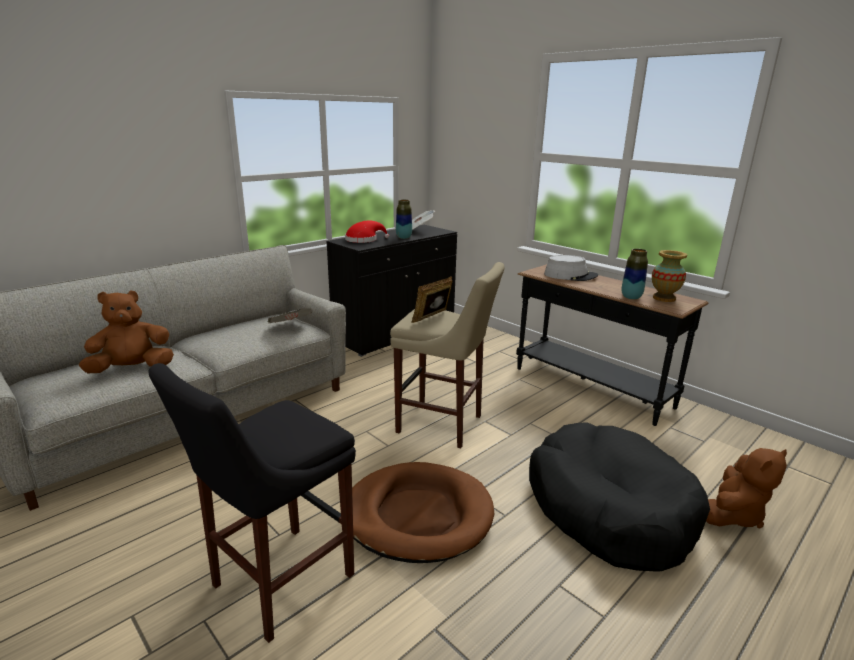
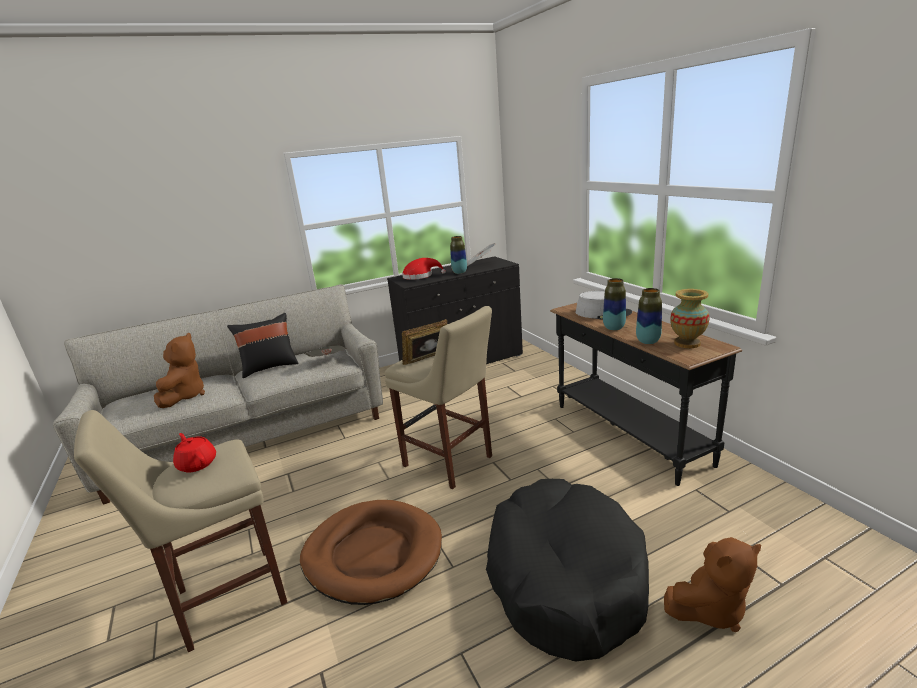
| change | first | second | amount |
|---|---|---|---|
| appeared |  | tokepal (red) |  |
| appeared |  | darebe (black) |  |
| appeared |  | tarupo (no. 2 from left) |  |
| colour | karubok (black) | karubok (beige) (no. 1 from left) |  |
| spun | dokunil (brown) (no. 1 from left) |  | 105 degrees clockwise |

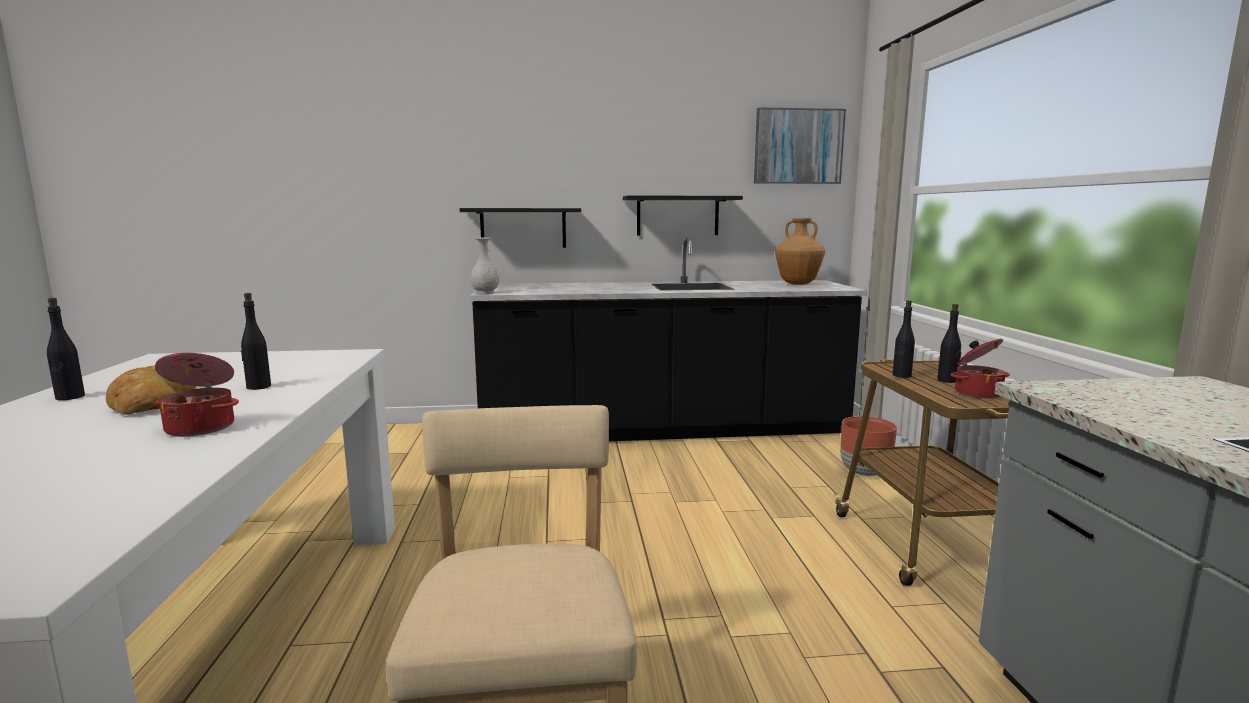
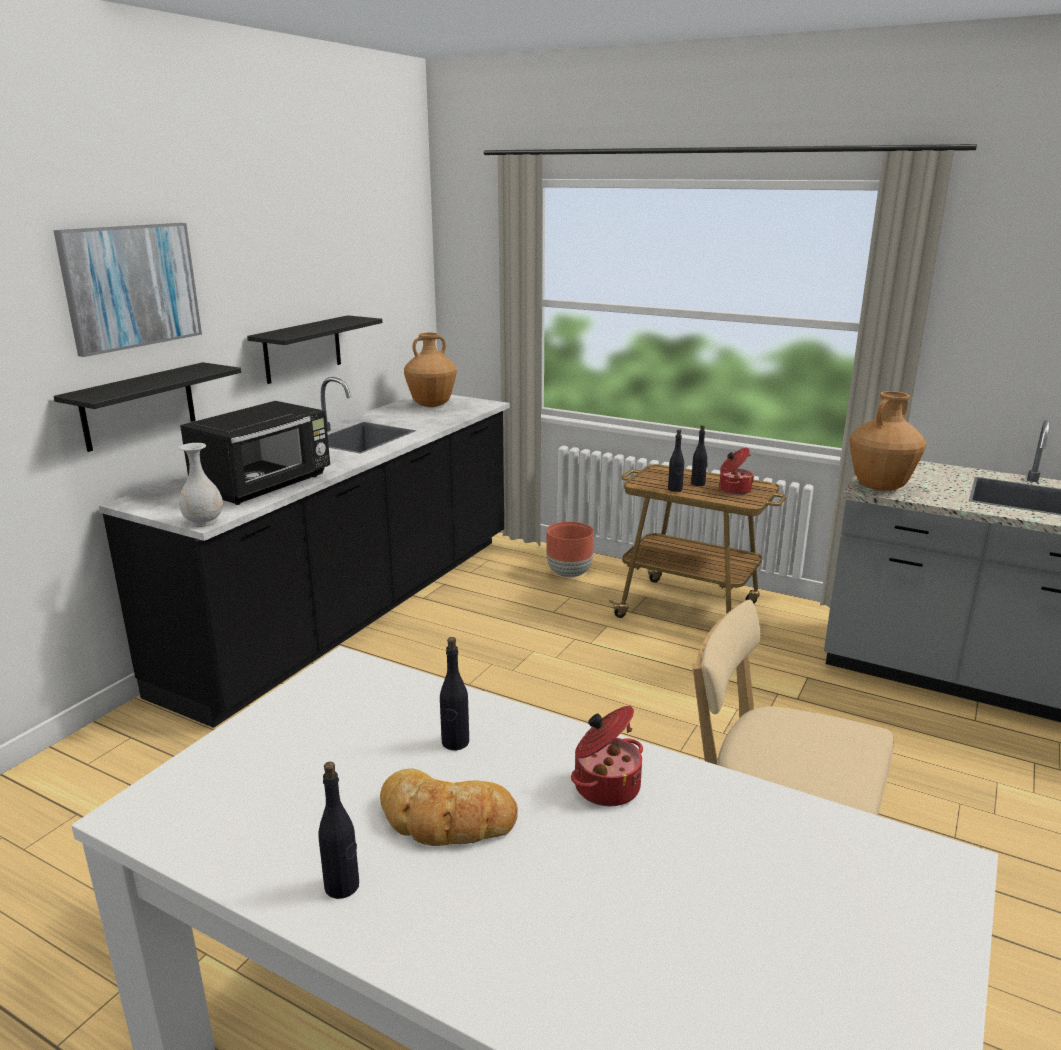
| change | first | second | amount |
|---|---|---|---|
| appeared |  | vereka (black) |  |
| appeared |  | tarupo (brown) (no. 2 from left) |  |
| relocated | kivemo |  |  |

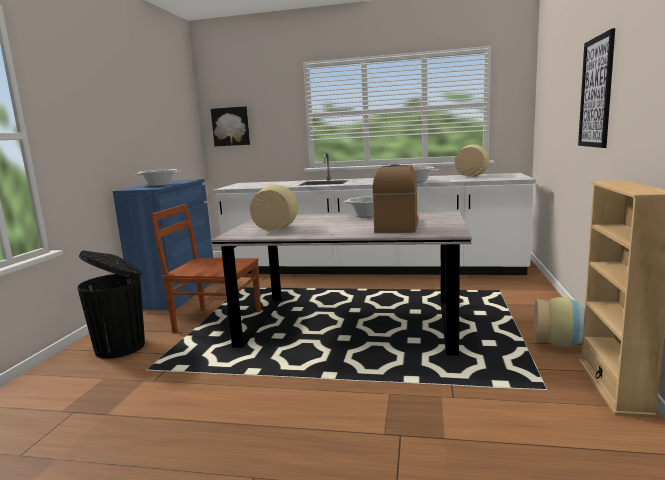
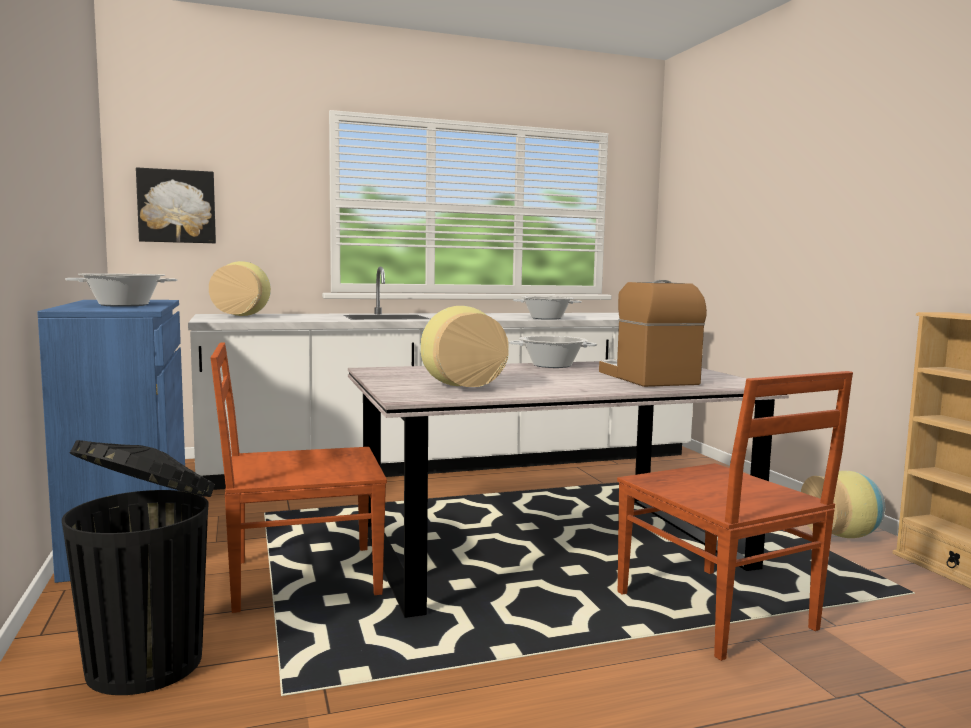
| change | first | second | amount |
|---|---|---|---|
| missing | kivemo (no. 2 from left) |  |  |
| appeared |  | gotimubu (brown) (no. 2 from left) |  |
| relocated | tarupo (no. 2 from left in the first image) | tarupo (no. 1 from left) |  |

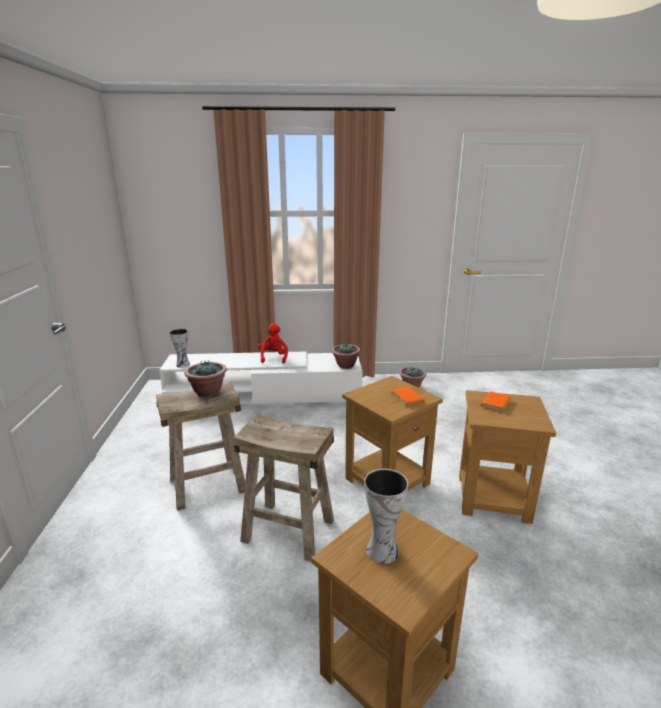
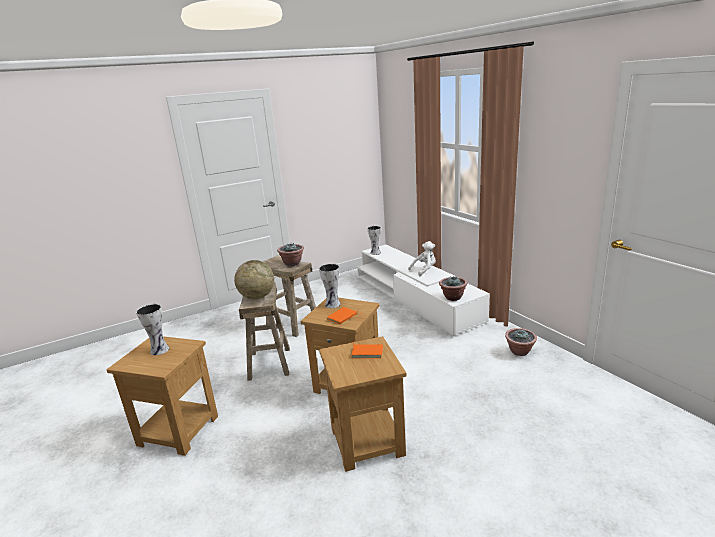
| change | first | second | amount |
|---|---|---|---|
| appeared |  | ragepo |  |
| appeared |  | tarupo (no. 2 from left) |  |
| colour | dokunil (red) | dokunil (white) |  |

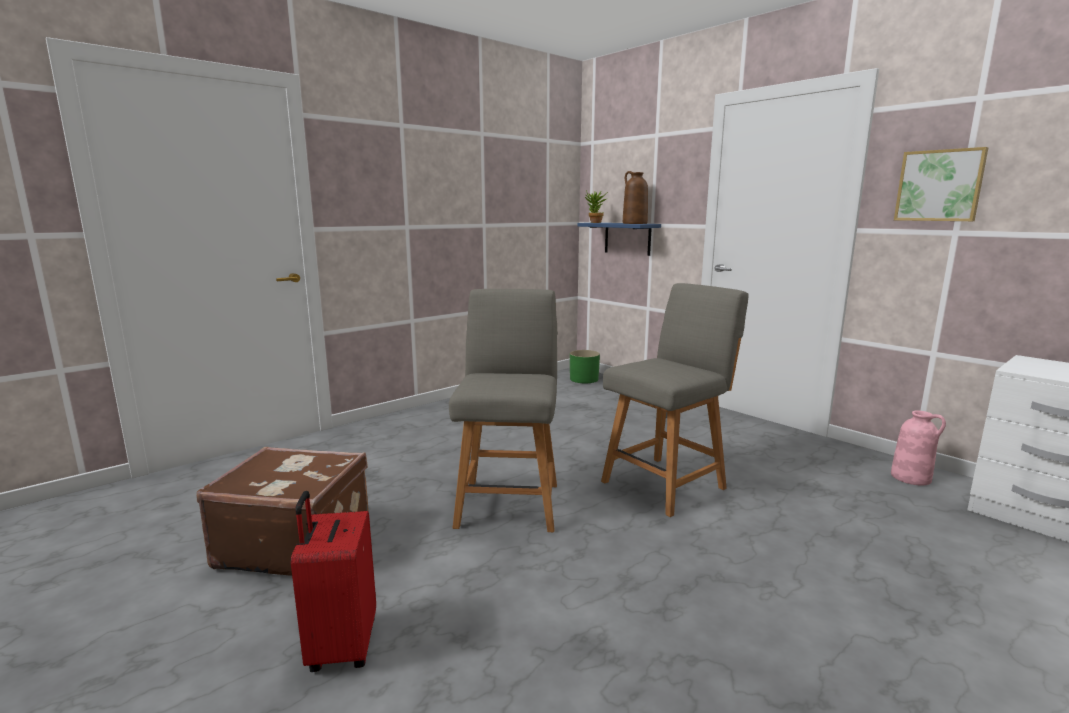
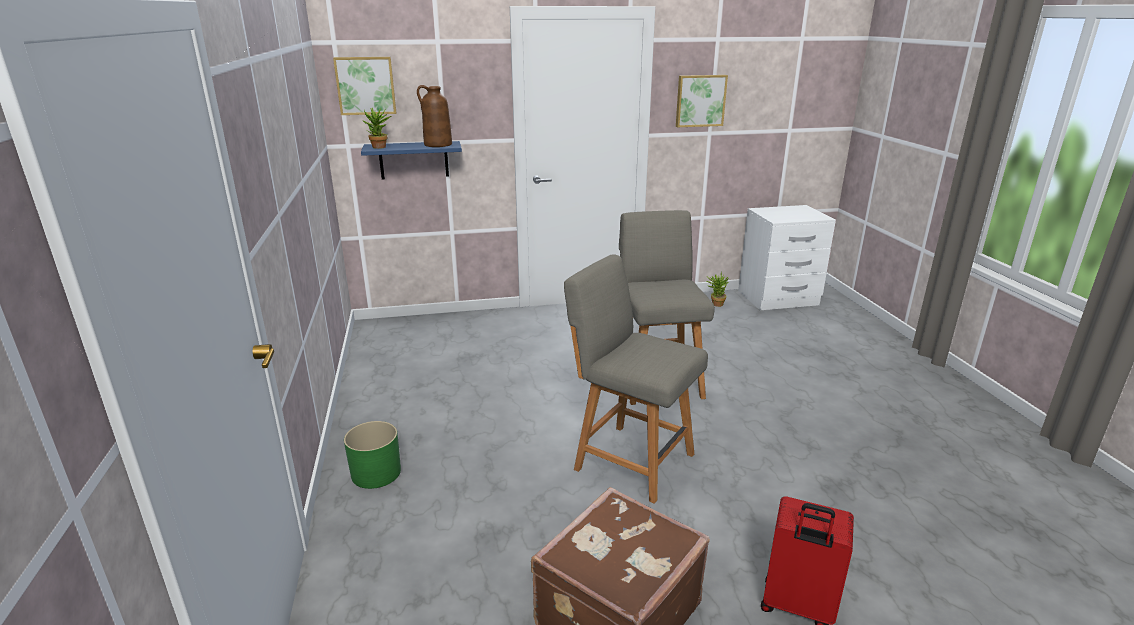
| change | first | second | amount |
|---|---|---|---|
| appeared |  | kivemo (no. 1 from left) |  |
| relocated | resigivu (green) |  |  |
| exchanged | tarupo (pink) | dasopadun (no. 2 from left) |  |

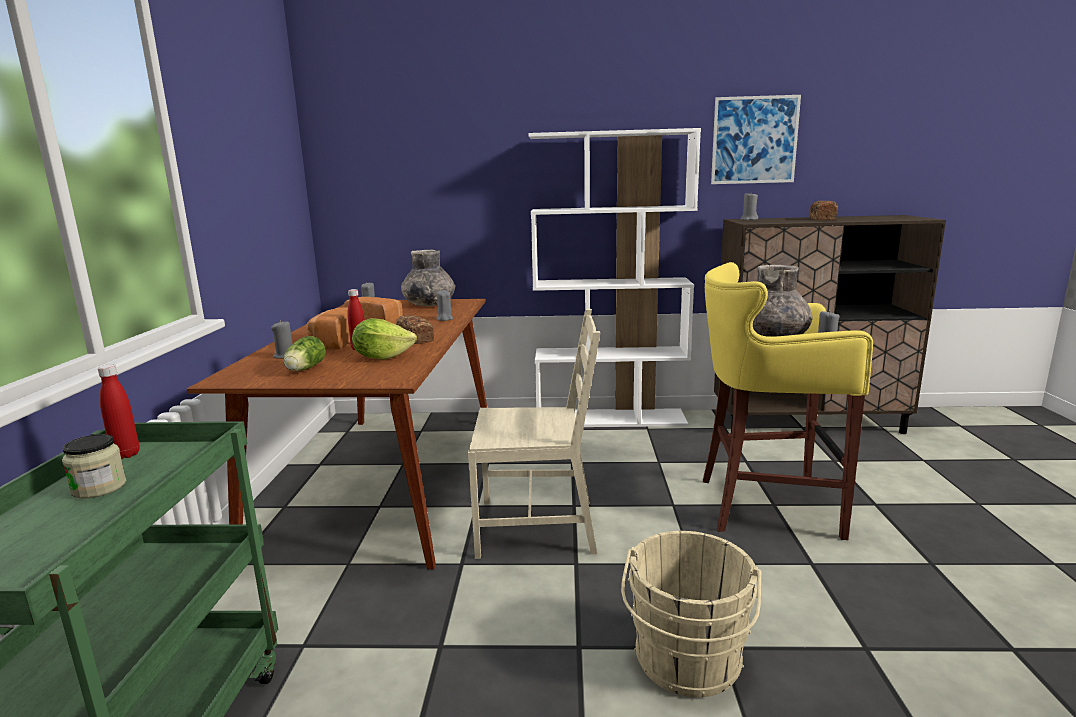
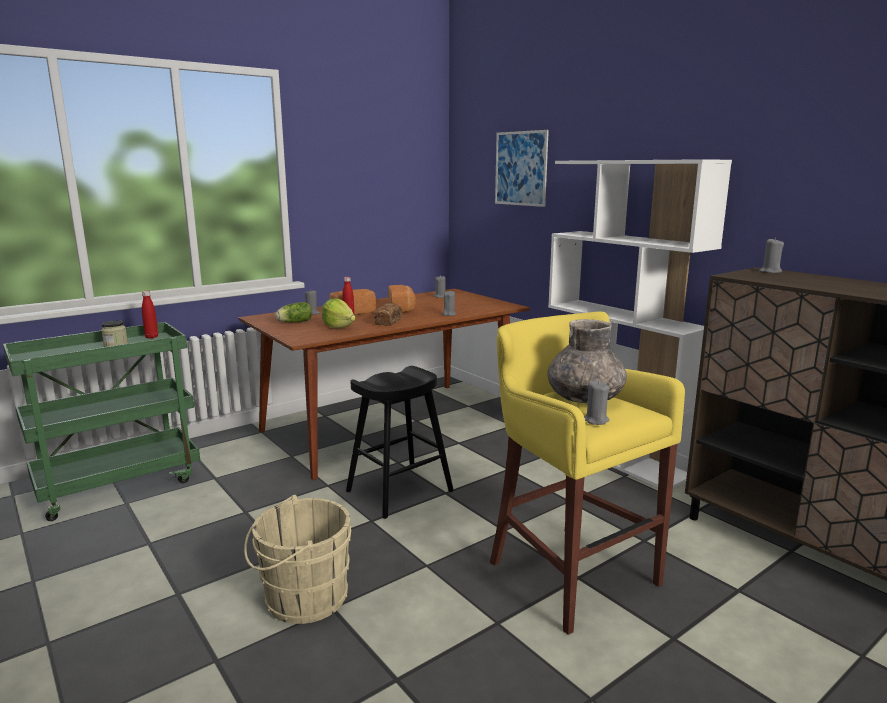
| change | first | second | amount |
|---|---|---|---|
| missing | tarupo (grey) (no. 1 from left) |  |  |
| missing | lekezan (no. 4 from left) |  |  |
| relocated | kivemo |  |  |
| exchanged | gotimubu (beige) | karubok (black) |  |

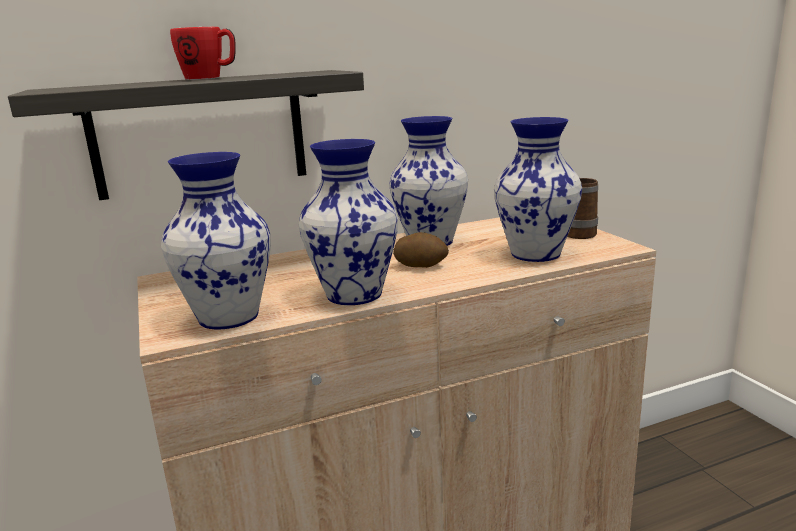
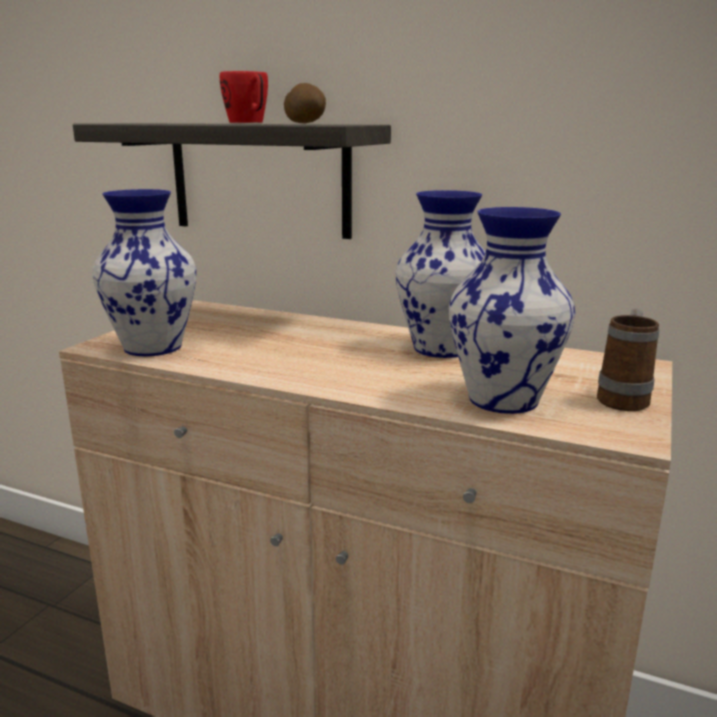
| change | first | second | amount |
|---|---|---|---|
| missing | tarupo (no. 2 from left) |  |  |
| relocated | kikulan |  |  |

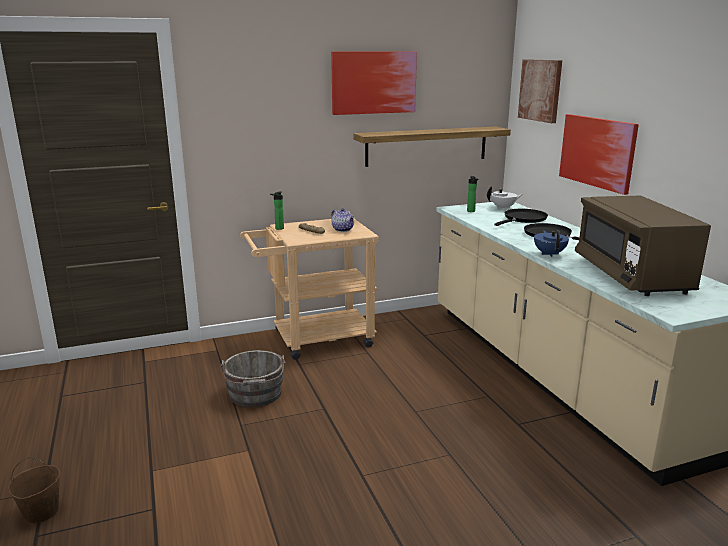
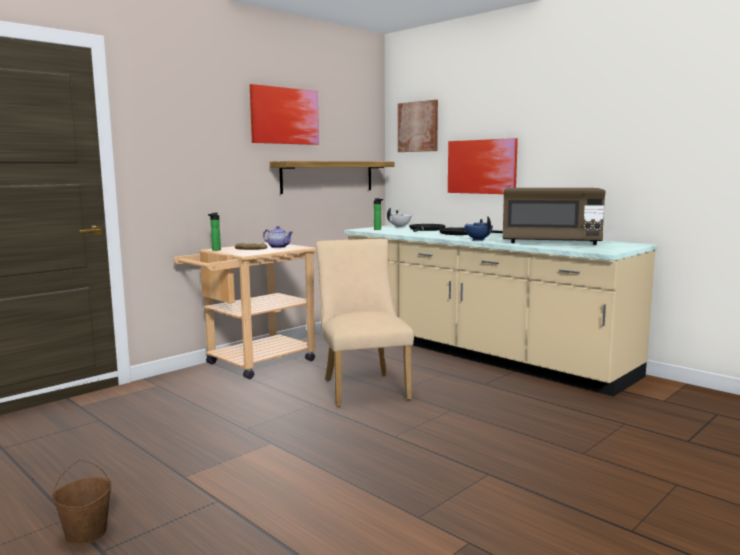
| change | first | second | amount |
|---|---|---|---|
| missing | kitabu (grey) |  |  |
| appeared |  | gotimubu (beige) |  |
| spun | vereka (brown) |  | 45 degrees counterclockwise |

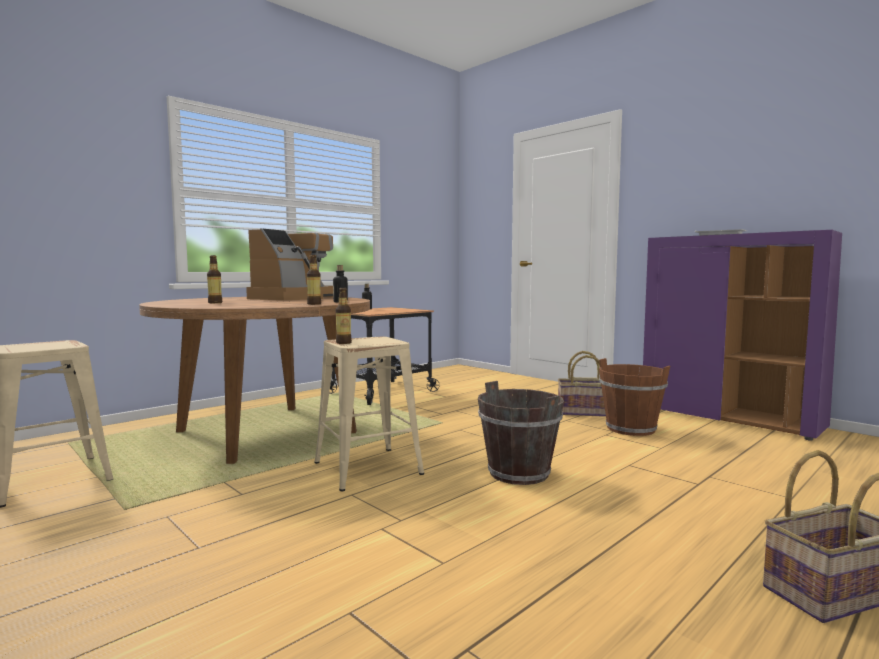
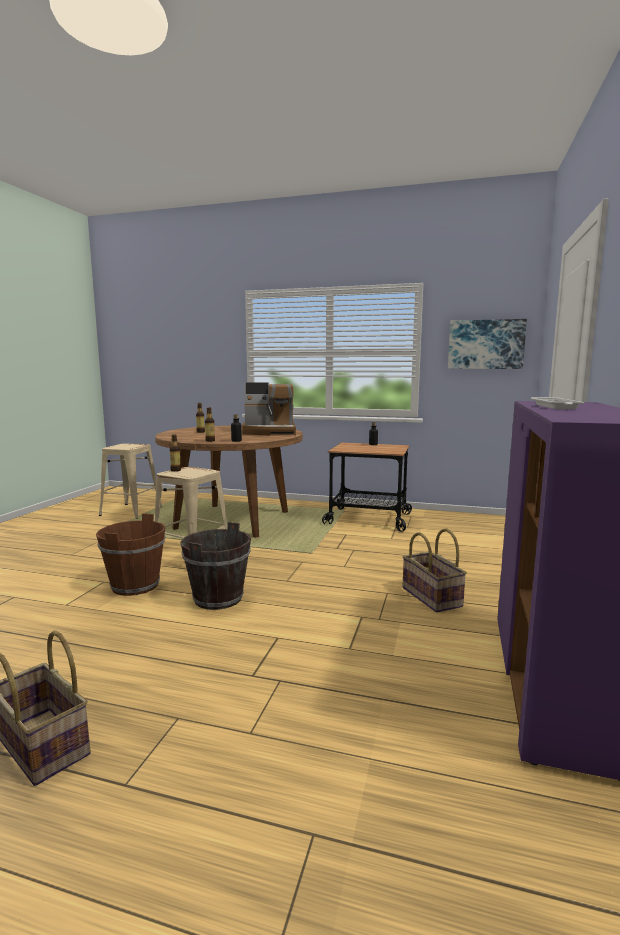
| change | first | second | amount |
|---|---|---|---|
| appeared |  | kivemo |  |
| relocated | kitabu (brown) (no. 2 from left in the first image) | kitabu (brown) (no. 1 from left) |  |

